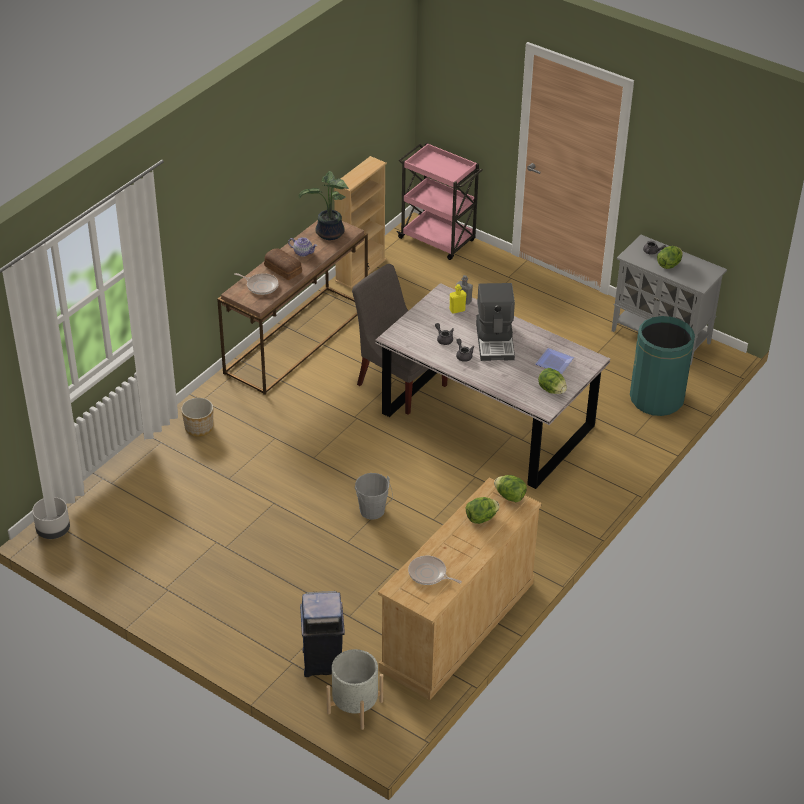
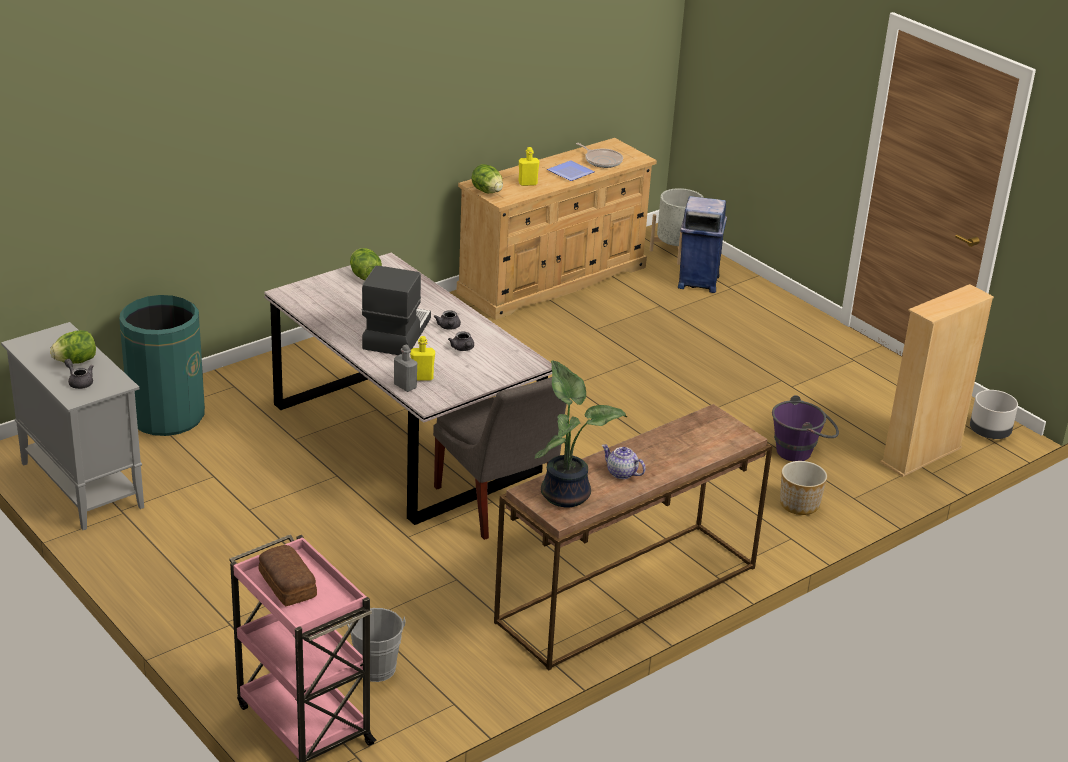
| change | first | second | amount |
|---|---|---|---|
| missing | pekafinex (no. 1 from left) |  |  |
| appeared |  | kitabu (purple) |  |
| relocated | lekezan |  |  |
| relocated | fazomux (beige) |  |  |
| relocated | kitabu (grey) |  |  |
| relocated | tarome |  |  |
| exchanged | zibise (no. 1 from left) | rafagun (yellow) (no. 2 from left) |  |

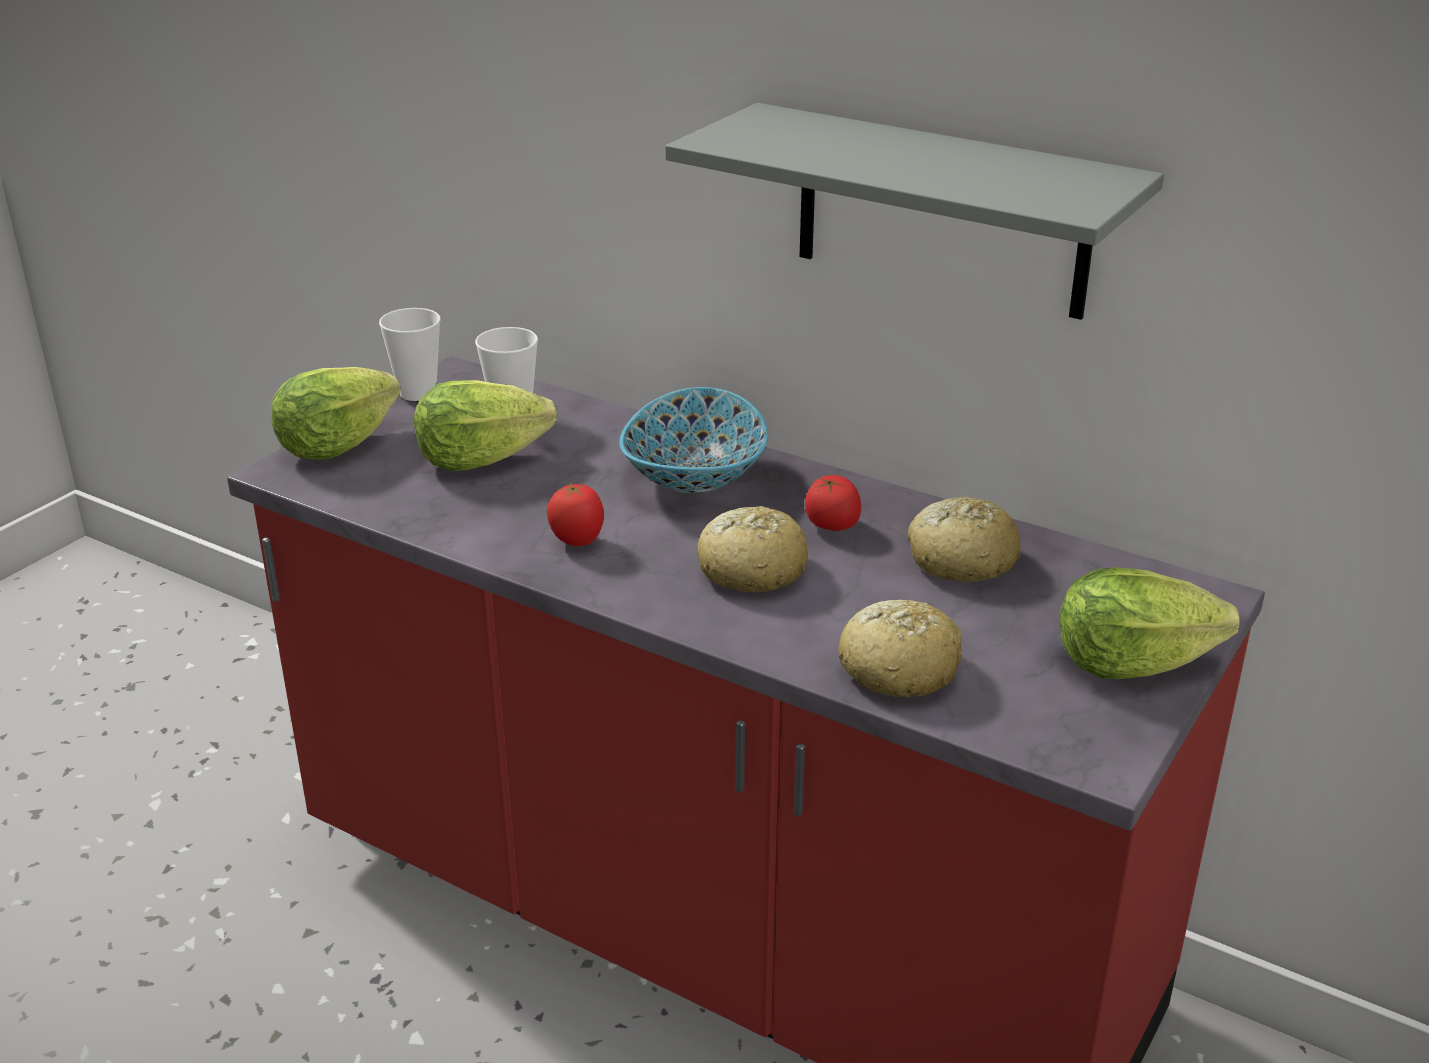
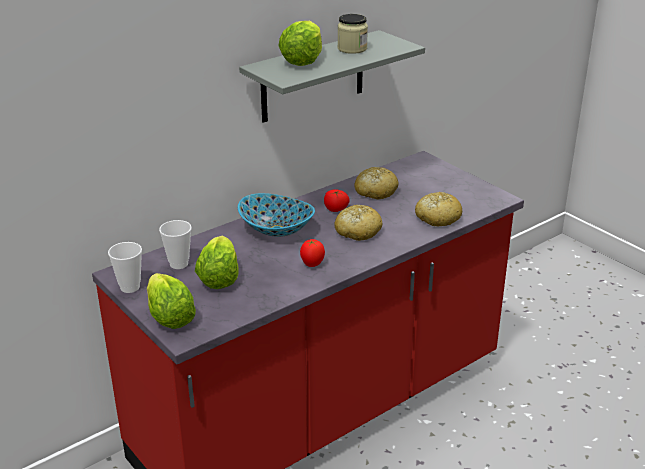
| change | first | second | amount |
|---|---|---|---|
| appeared |  | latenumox |  |
| relocated | zibise (no. 3 from left) |  |  |

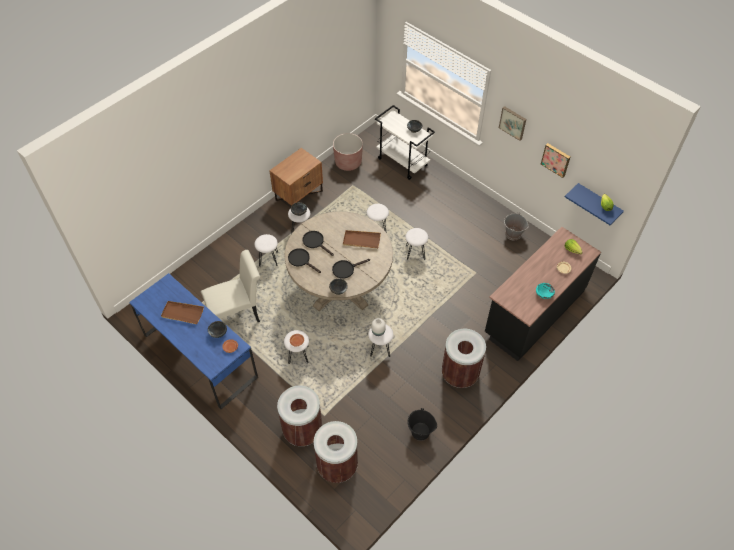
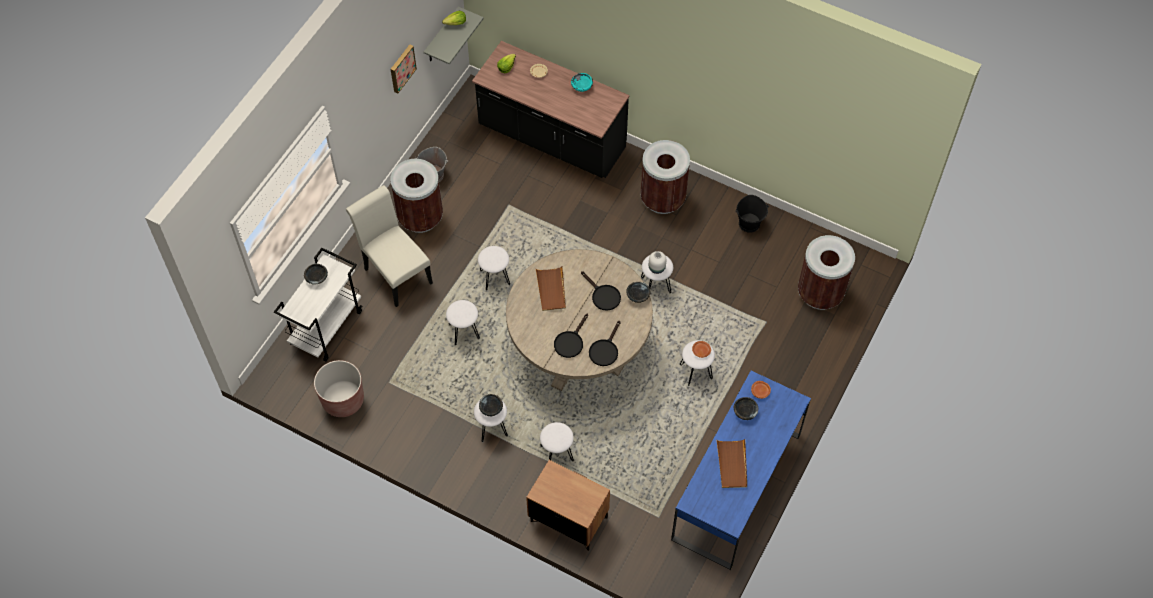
| change | first | second | amount |
|---|---|---|---|
| missing | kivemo (no. 1 from left) |  |  |
| relocated | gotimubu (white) |  |  |
| relocated | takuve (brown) |  |  |
| relocated | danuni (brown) (no. 1 from left) |  |  |
| colour | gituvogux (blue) | gituvogux (grey) |  |

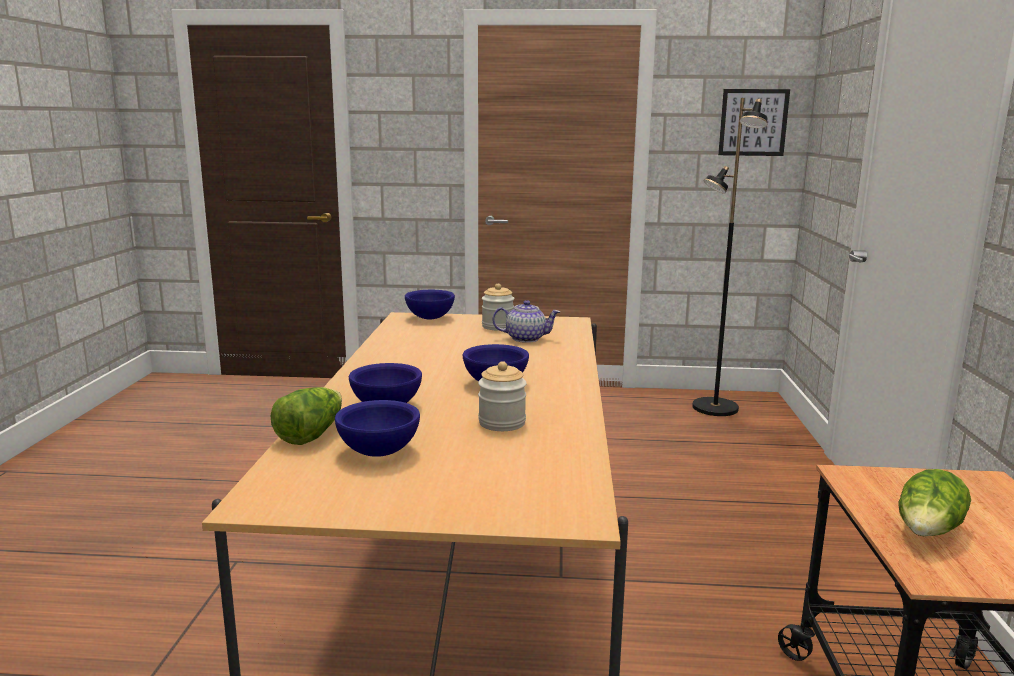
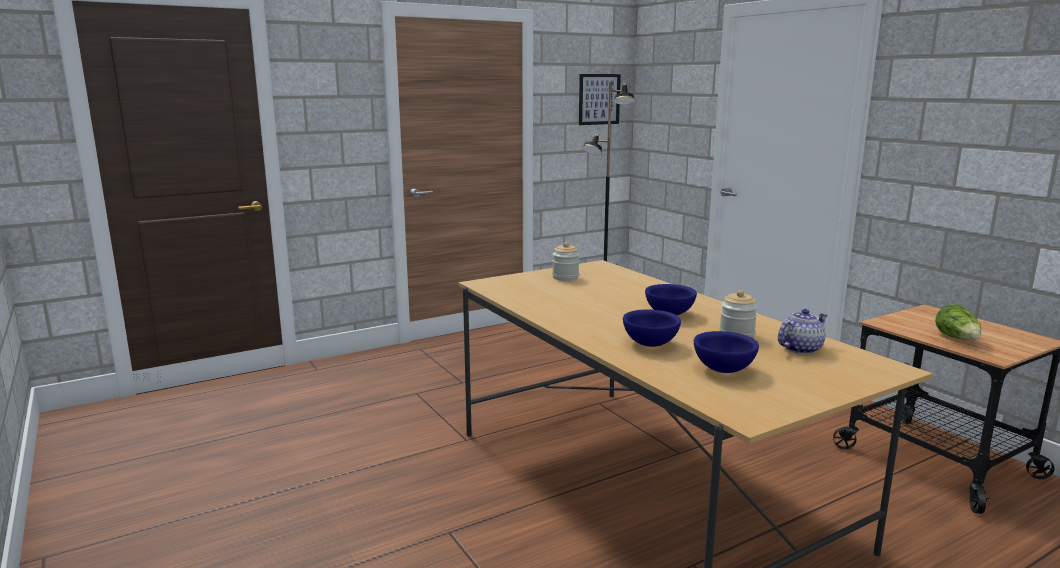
| change | first | second | amount |
|---|---|---|---|
| missing | zibise (no. 1 from left) |  |  |
| missing | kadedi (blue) (no. 3 from left) |  |  |
| relocated | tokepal |  |  |

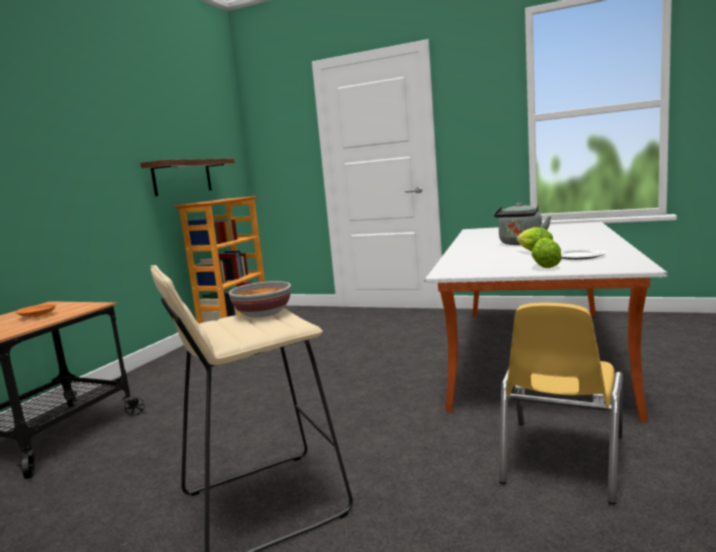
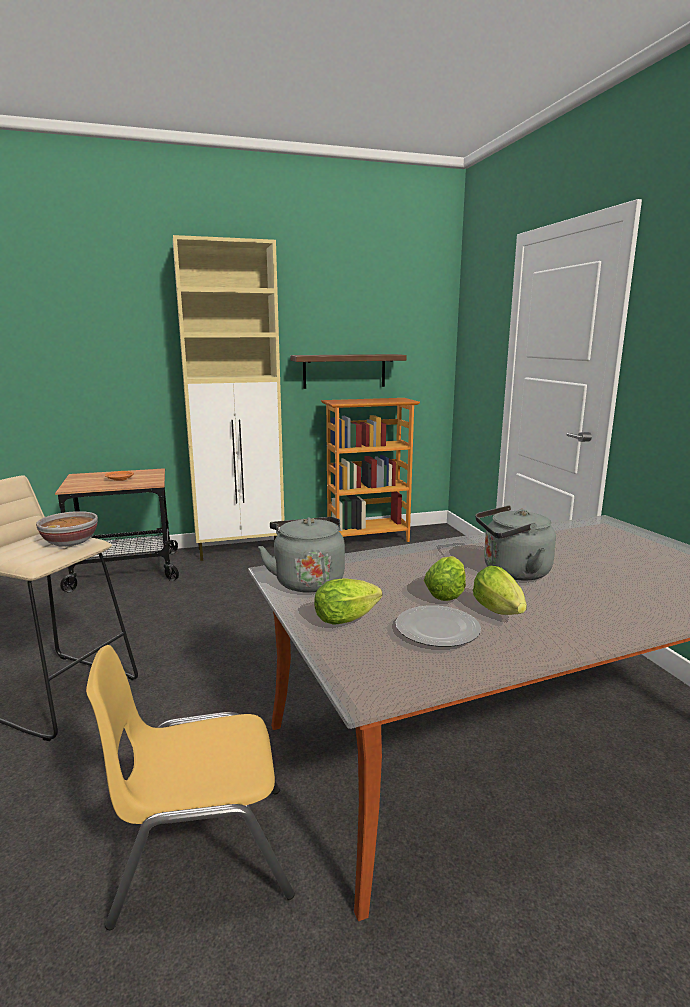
| change | first | second | amount |
|---|---|---|---|
| appeared |  | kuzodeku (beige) |  |
| appeared |  | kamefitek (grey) (no. 1 from left) |  |
| appeared |  | zibise (no. 3 from left) |  |

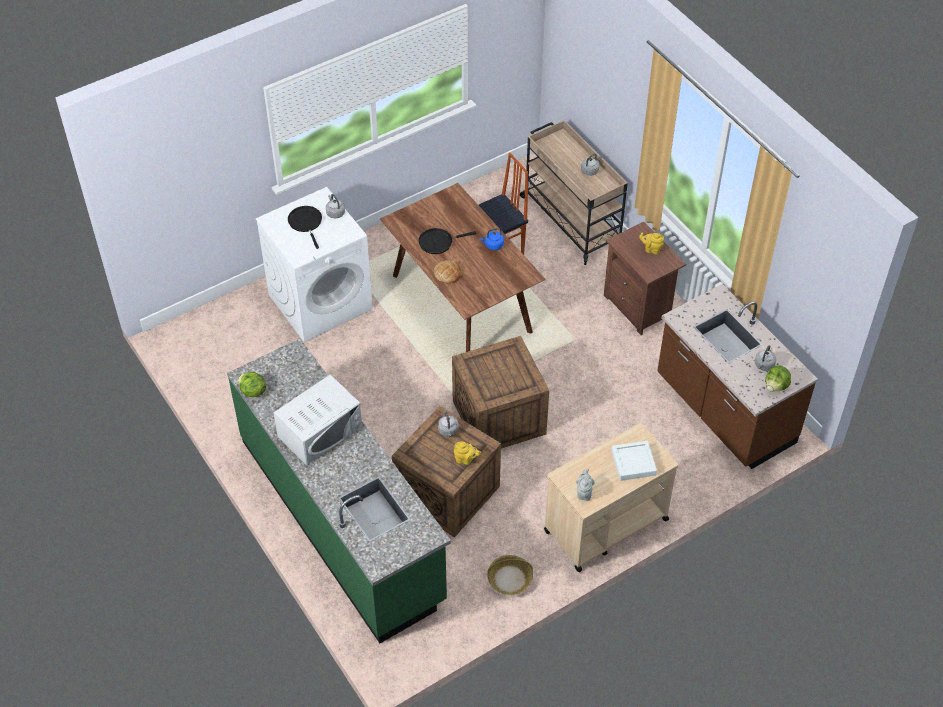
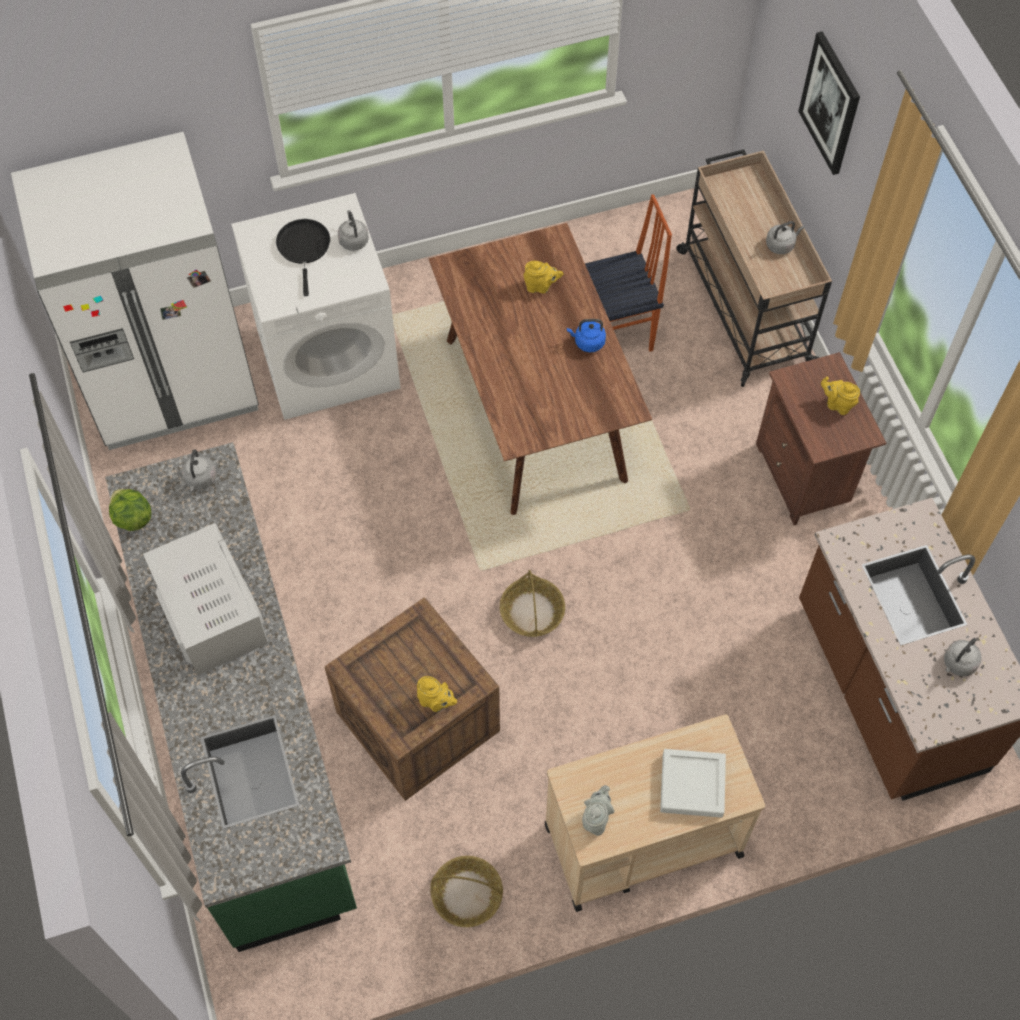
| change | first | second | amount |
|---|---|---|---|
| missing | pekafinex (black) (no. 2 from left) |  |  |
| missing | lekezan |  |  |
| missing | zibise (no. 2 from left) |  |  |
| appeared |  | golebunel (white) |  |
| appeared |  | tokepal (yellow) (no. 2 from left) |  |
| appeared |  | kivemo |  |
| relocated | kamefitek (grey) (no. 2 from left in the first image) | kamefitek (grey) (no. 1 from left) |  |
| exchanged | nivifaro (no. 2 from left) | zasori (no. 2 from left) |  |
| spun | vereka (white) |  | 90 degrees counterclockwise |

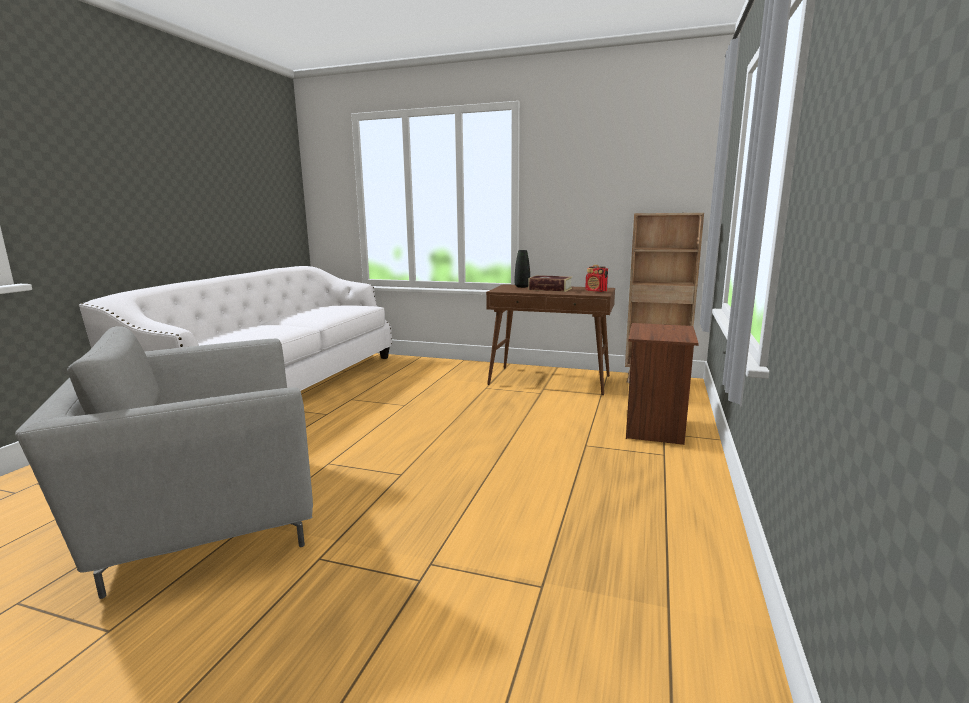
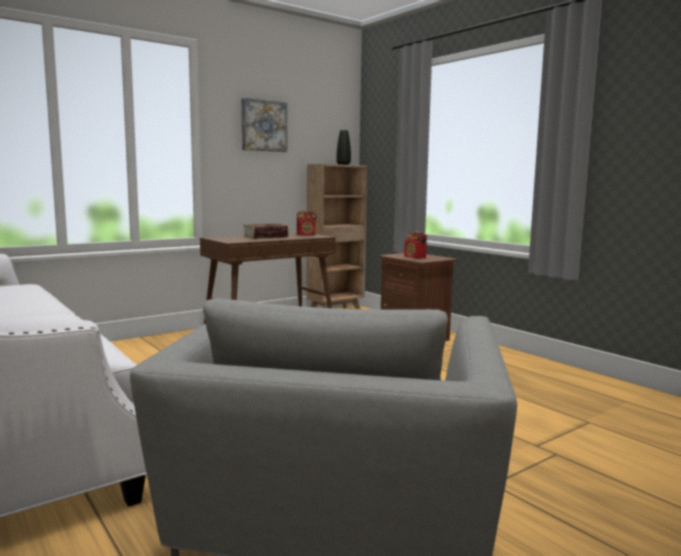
| change | first | second | amount |
|---|---|---|---|
| appeared |  | kivemo |  |
| appeared |  | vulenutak (no. 2 from left) |  |
| relocated | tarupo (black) |  |  |

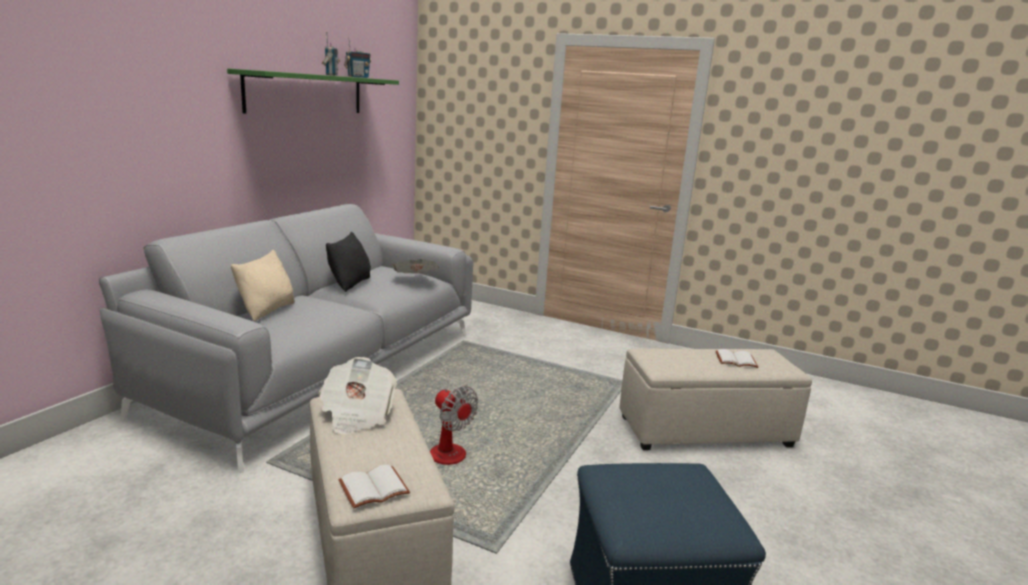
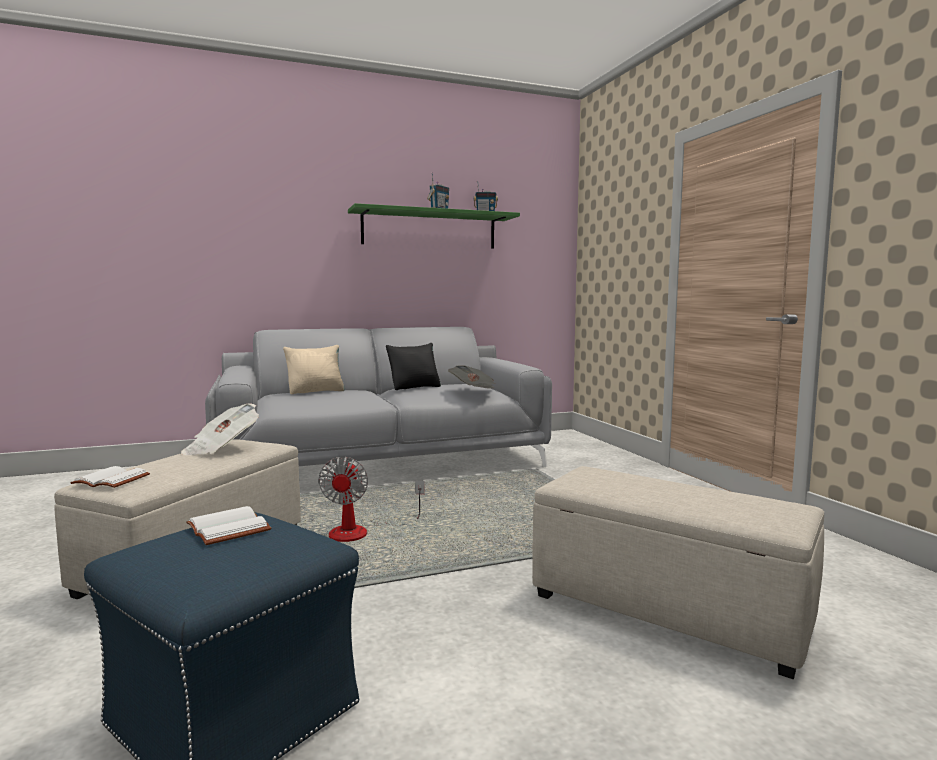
| change | first | second | amount |
|---|---|---|---|
| relocated | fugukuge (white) (no. 2 from left) |  |  |

